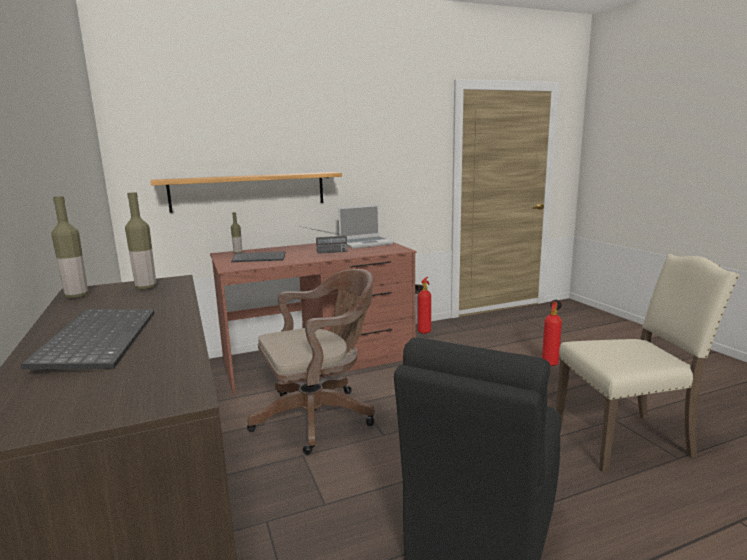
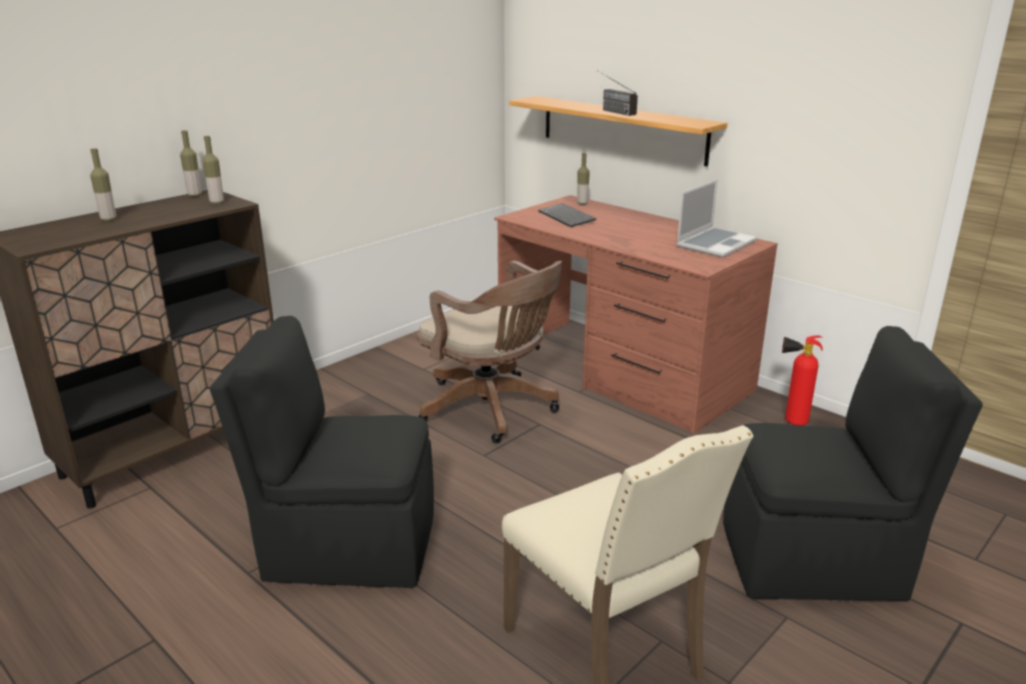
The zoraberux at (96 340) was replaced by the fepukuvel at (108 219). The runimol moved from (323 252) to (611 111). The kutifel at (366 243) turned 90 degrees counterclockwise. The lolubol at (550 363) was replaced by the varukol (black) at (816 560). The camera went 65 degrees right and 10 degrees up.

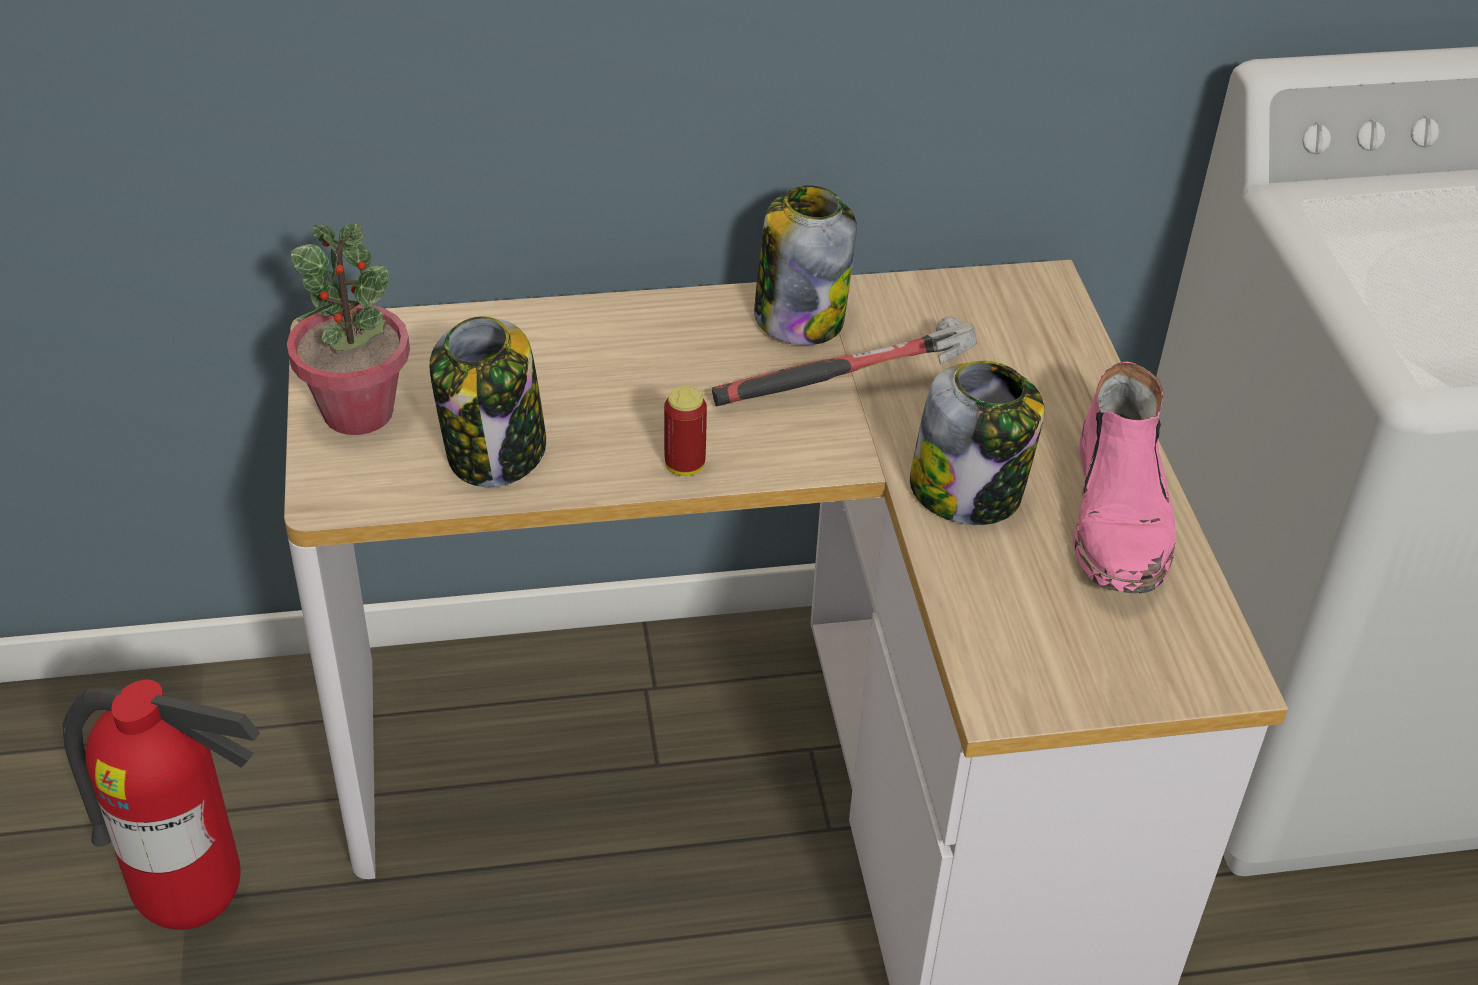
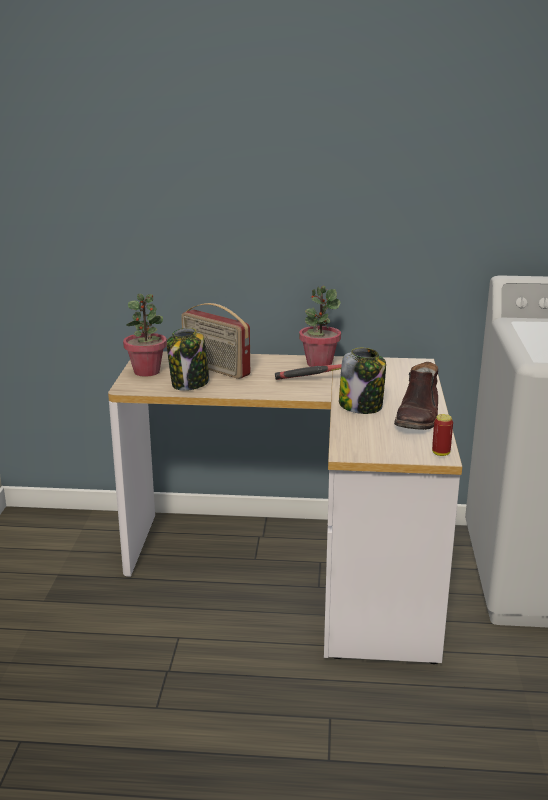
The lolubol at (196 902) disappeared. The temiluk moved from (684 465) to (441 453). The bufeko at (799 317) was replaced by the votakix at (319 363). The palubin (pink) at (1120 517) became the palubin (brown) at (418 417). The runimol at (215 369) appeared. The camera went 15 degrees right and 20 degrees down.

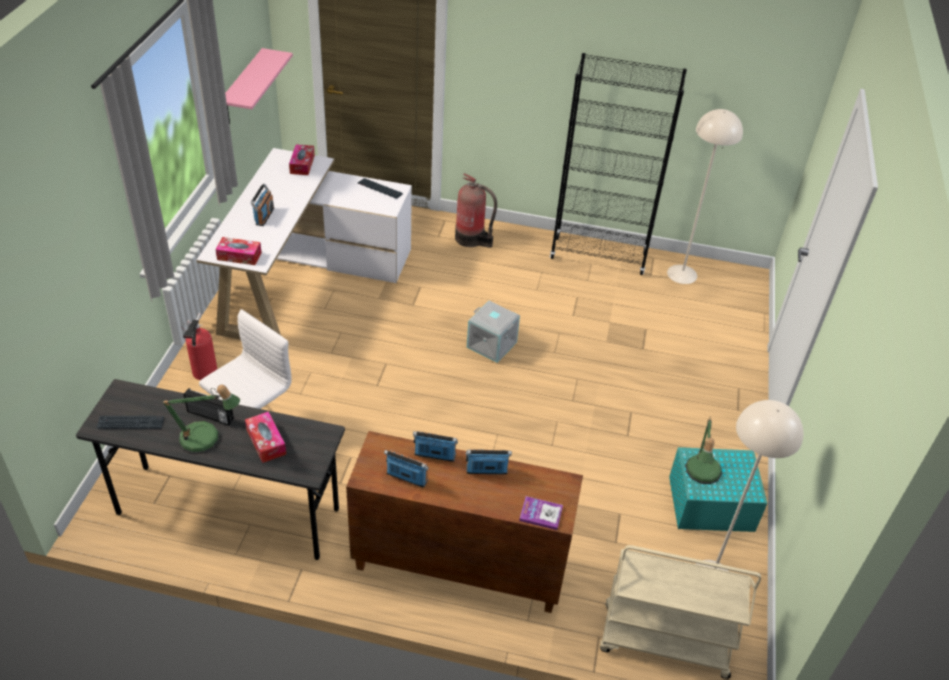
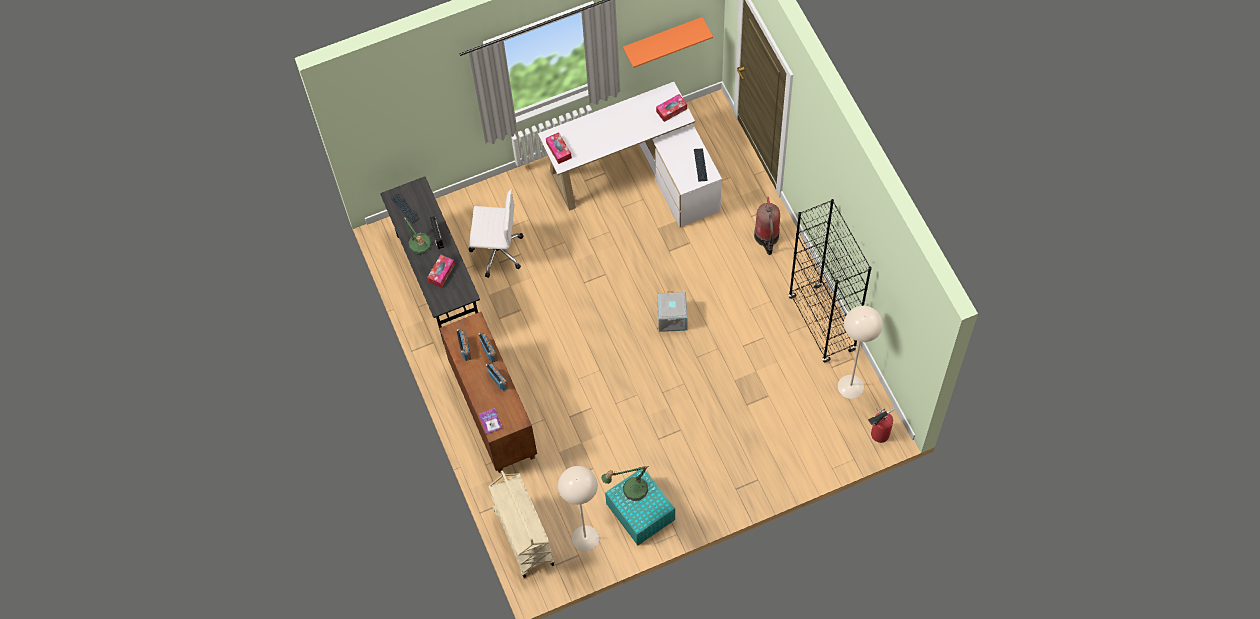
The lolubol moved from (204 373) to (878 435). The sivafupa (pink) at (242 88) became the sivafupa (orange) at (662 39). The runimol at (264 216) disappeared. The camera went 60 degrees right and 20 degrees up.

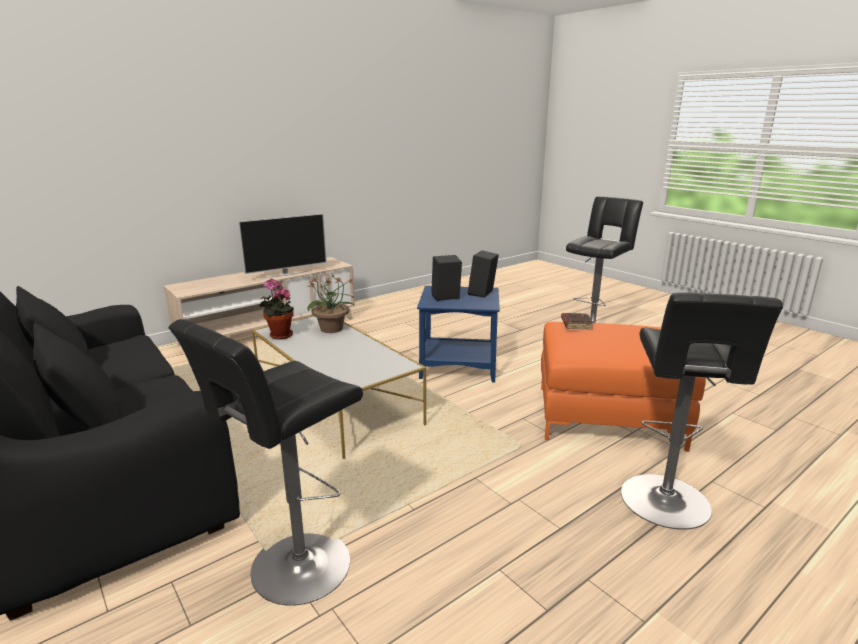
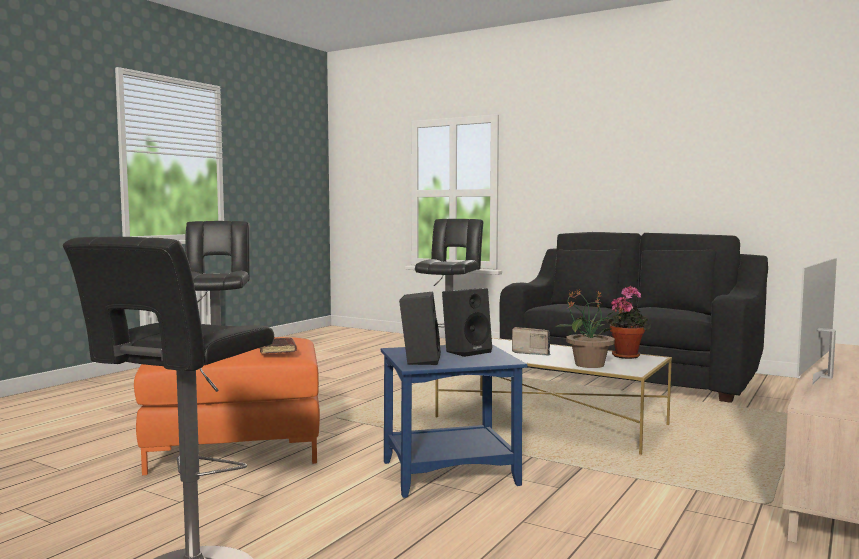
The runimol at (531 353) appeared. The camera went 160 degrees right and 15 degrees down.

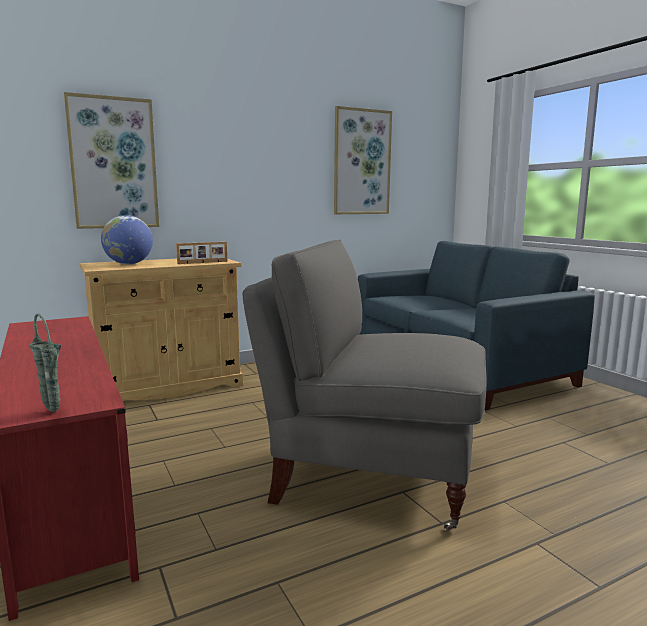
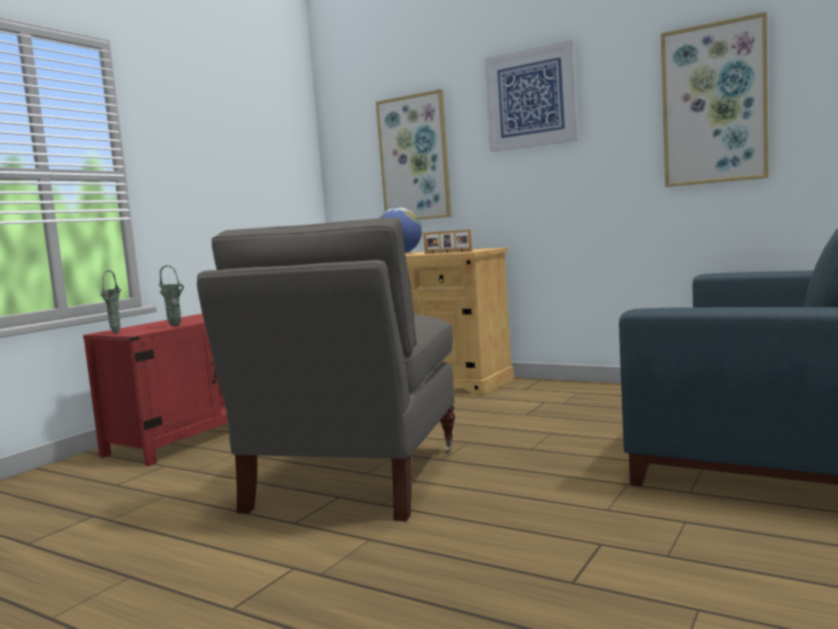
The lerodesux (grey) at (370 476) turned 150 degrees counterclockwise. The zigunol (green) at (176 326) appeared. The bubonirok at (531 98) appeared. The camera went 60 degrees right and 5 degrees down.

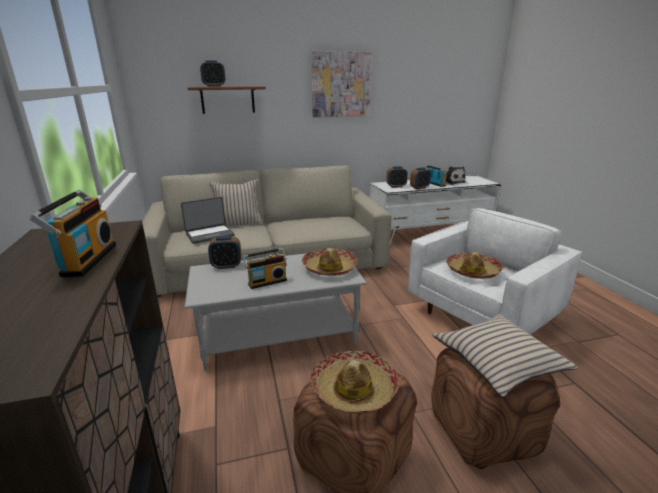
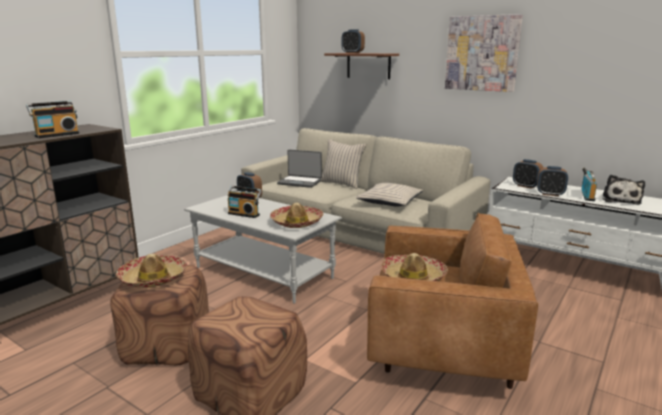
The lerodesux (white) at (482 316) became the lerodesux (brown) at (442 349). The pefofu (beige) moved from (498 361) to (389 201). The camera went 50 degrees right and 5 degrees down.

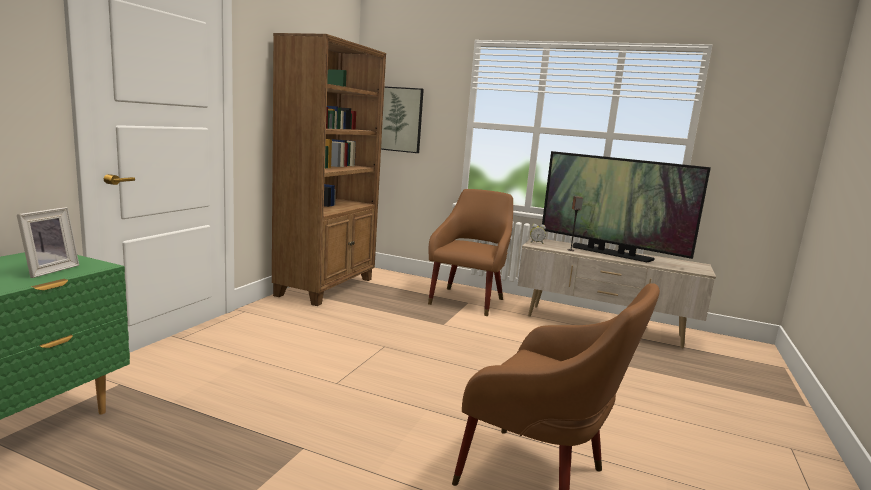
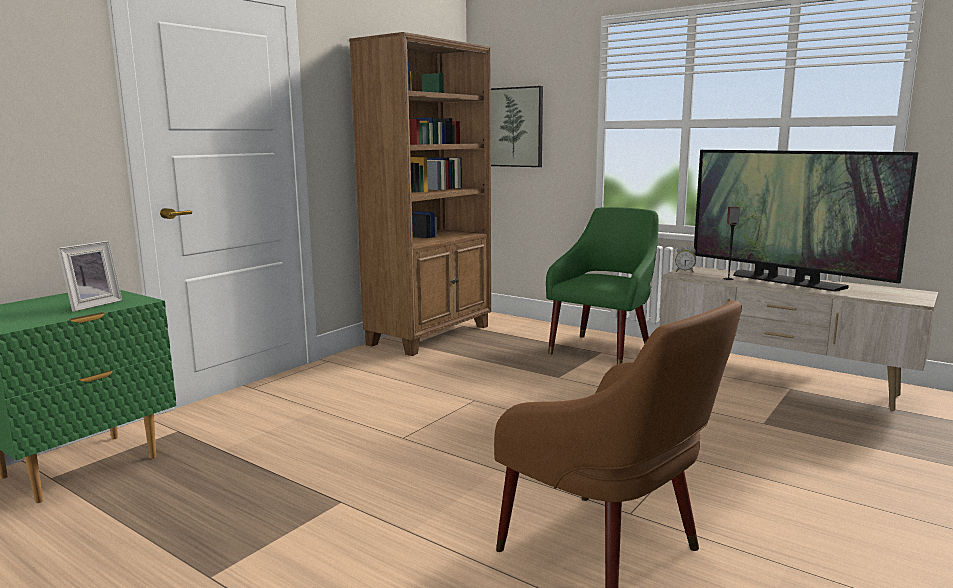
The lerodesux (brown) at (468 299) became the lerodesux (green) at (603 349). The camera went 15 degrees right and 0 degrees up.

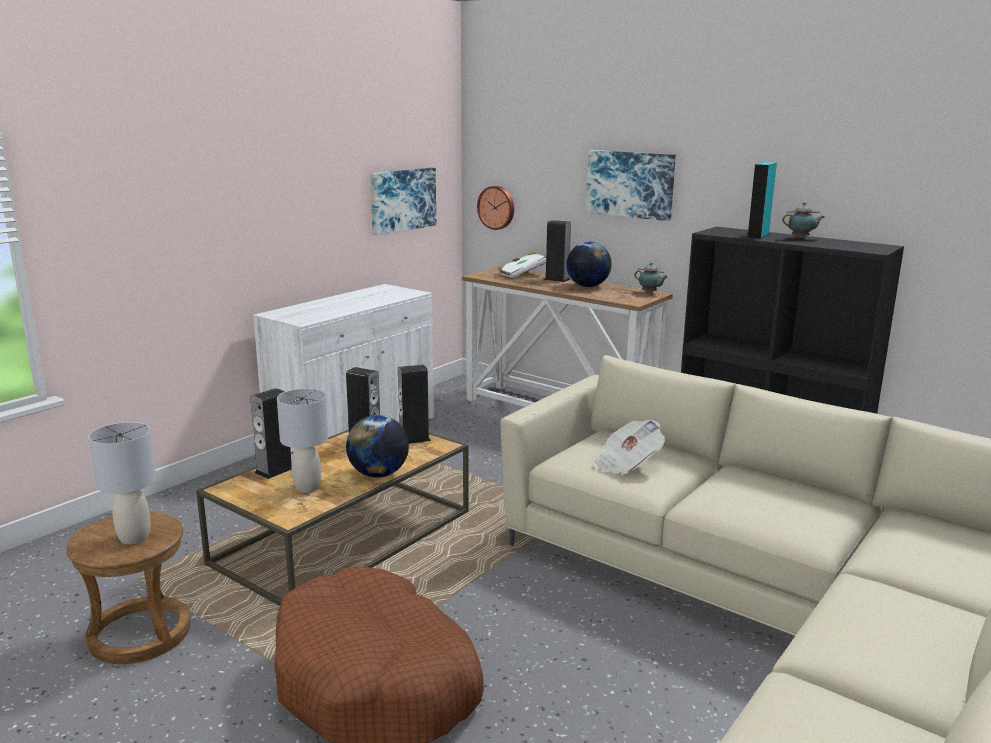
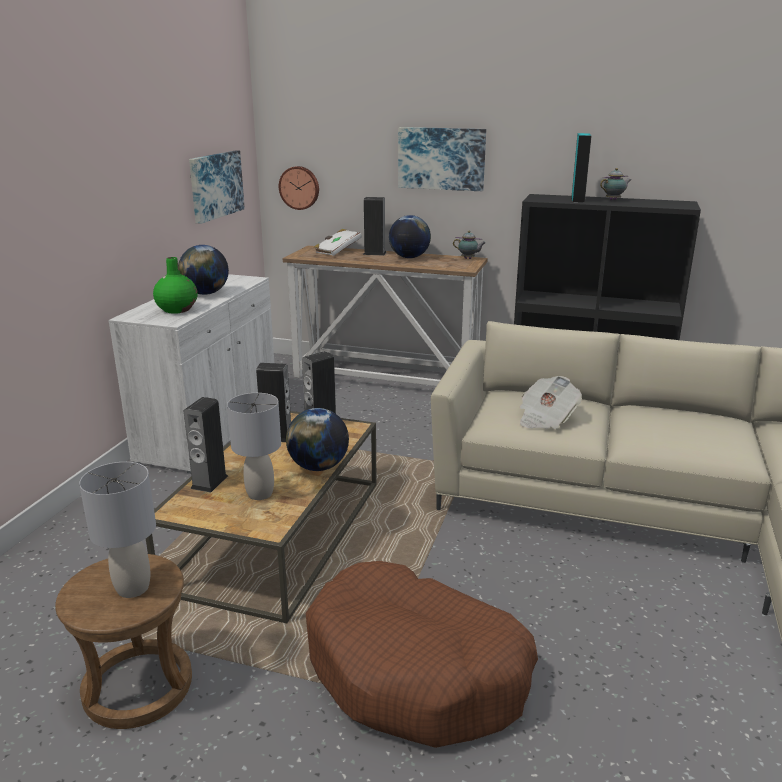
The zigunol (green) at (177 309) appeared. The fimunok at (205 293) appeared. The camera went 20 degrees left and 5 degrees up.

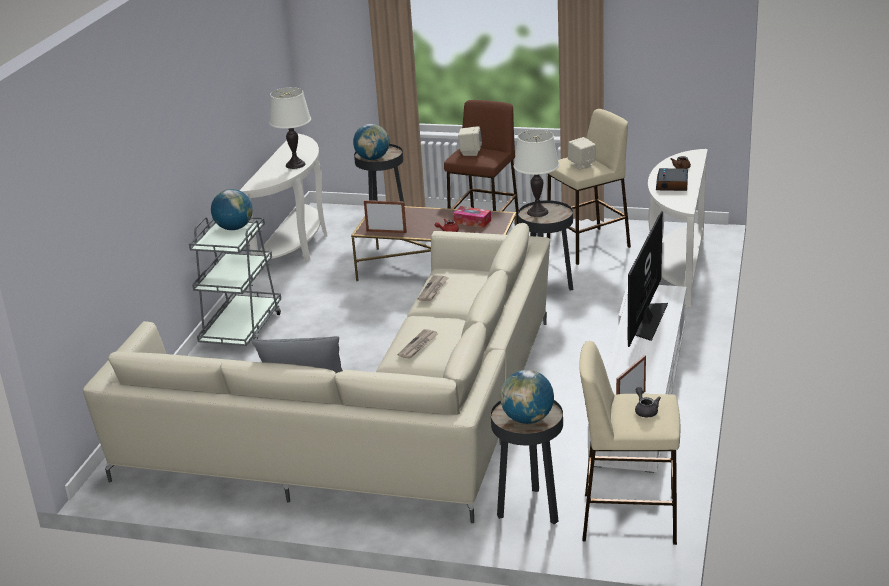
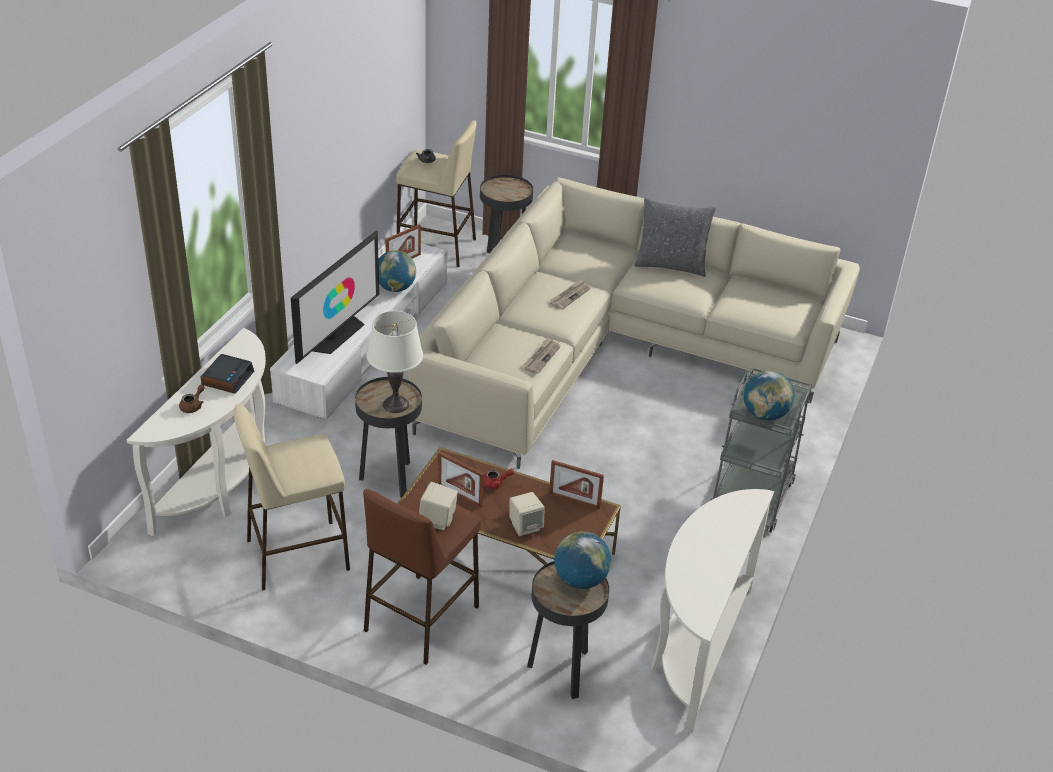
The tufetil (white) at (295 165) disappeared. The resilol at (472 222) was replaced by the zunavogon at (460 495). The fimunok moved from (527 419) to (395 288). The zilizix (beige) moved from (582 165) to (525 526). The camera went 175 degrees left and 10 degrees up.

